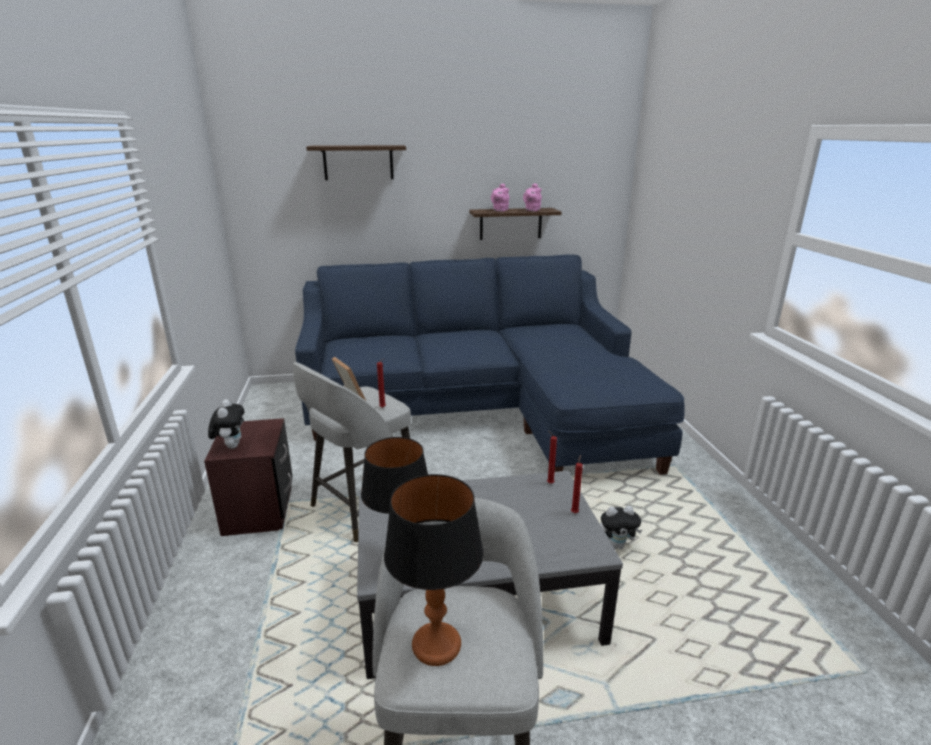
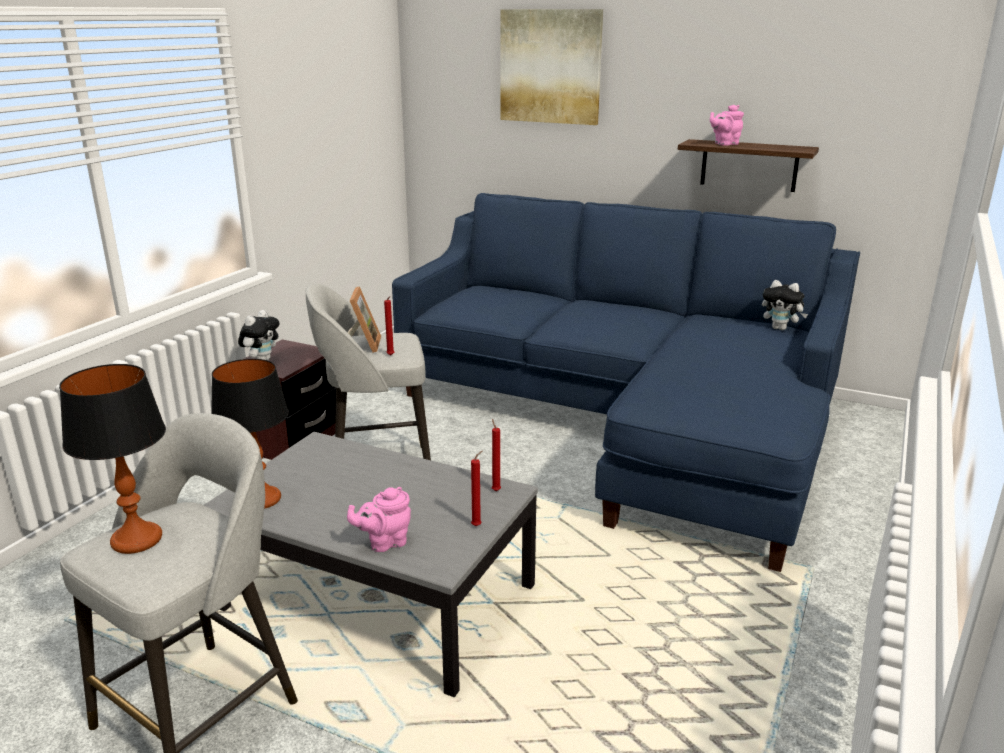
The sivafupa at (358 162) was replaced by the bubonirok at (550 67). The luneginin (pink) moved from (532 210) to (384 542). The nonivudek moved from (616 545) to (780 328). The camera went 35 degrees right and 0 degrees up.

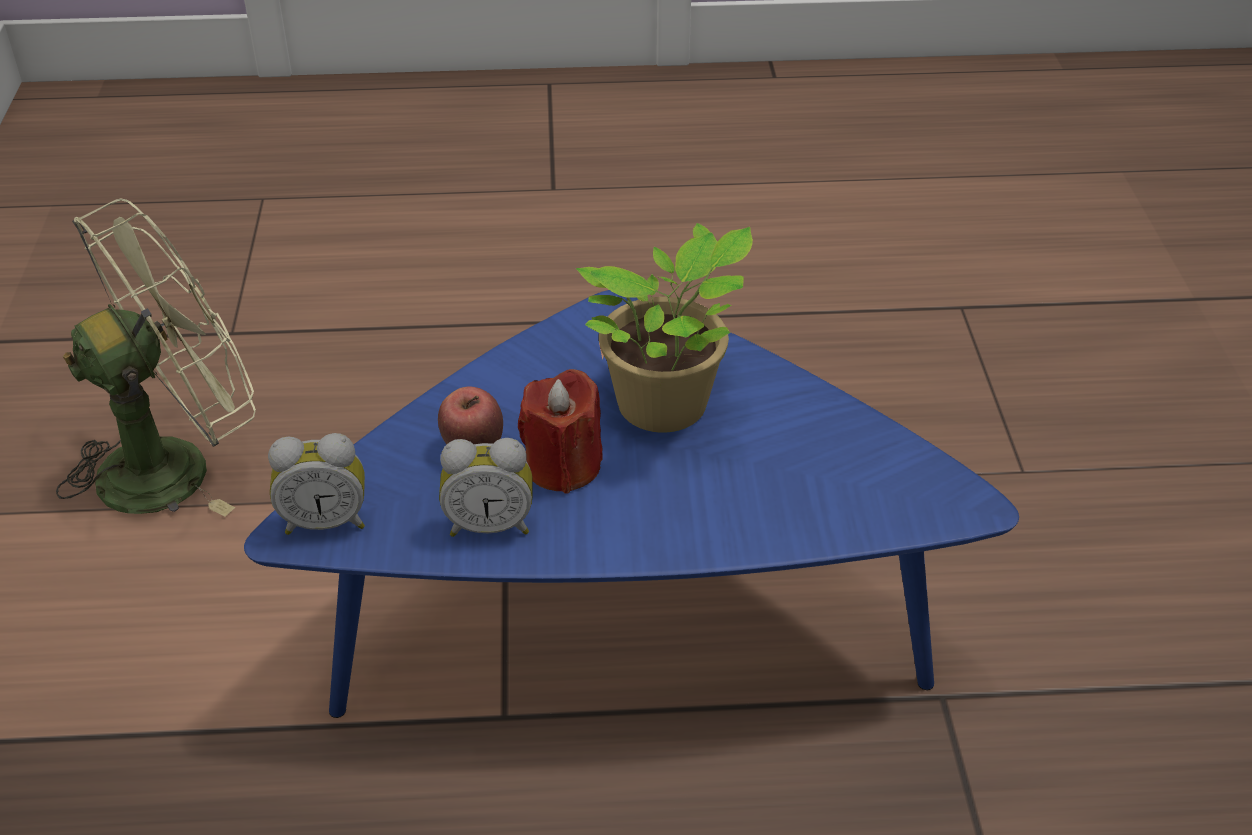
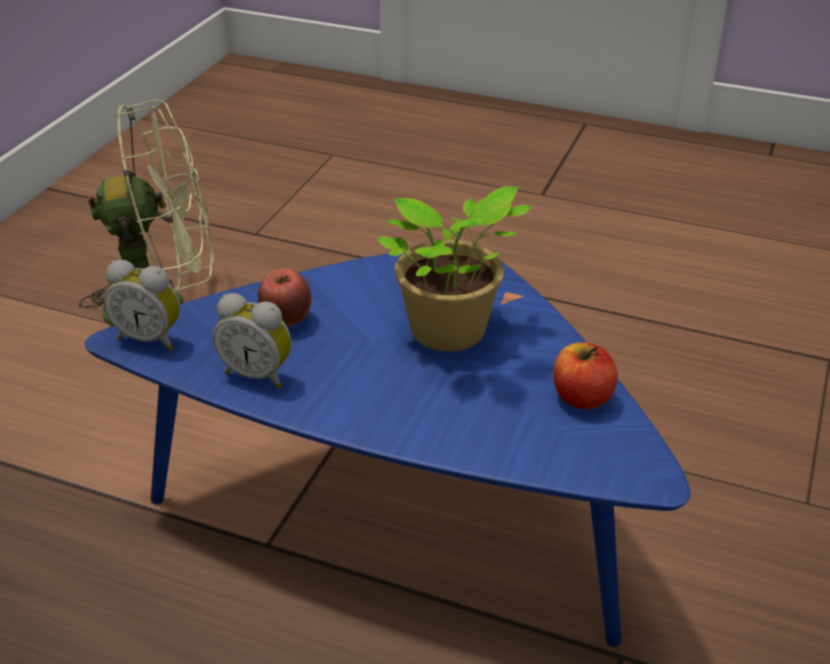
The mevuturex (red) at (563 466) disappeared. The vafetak at (581 397) appeared. The camera went 25 degrees right and 5 degrees down.

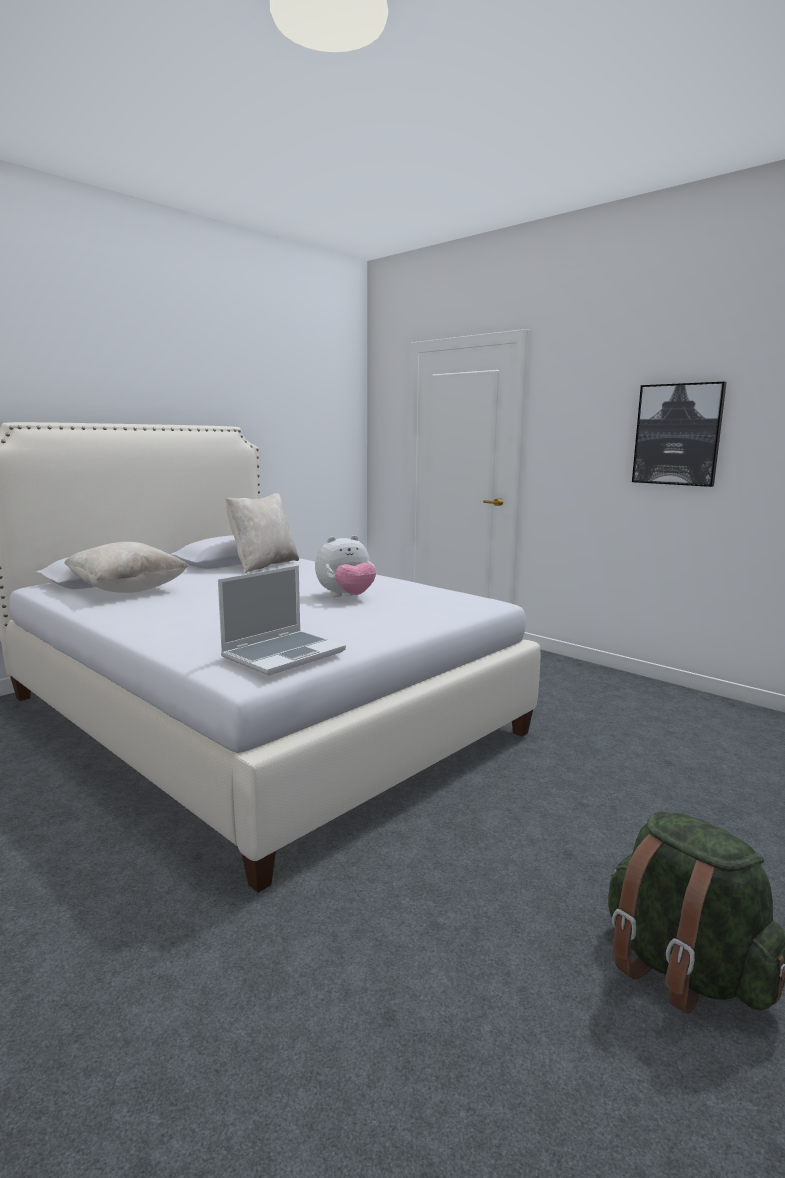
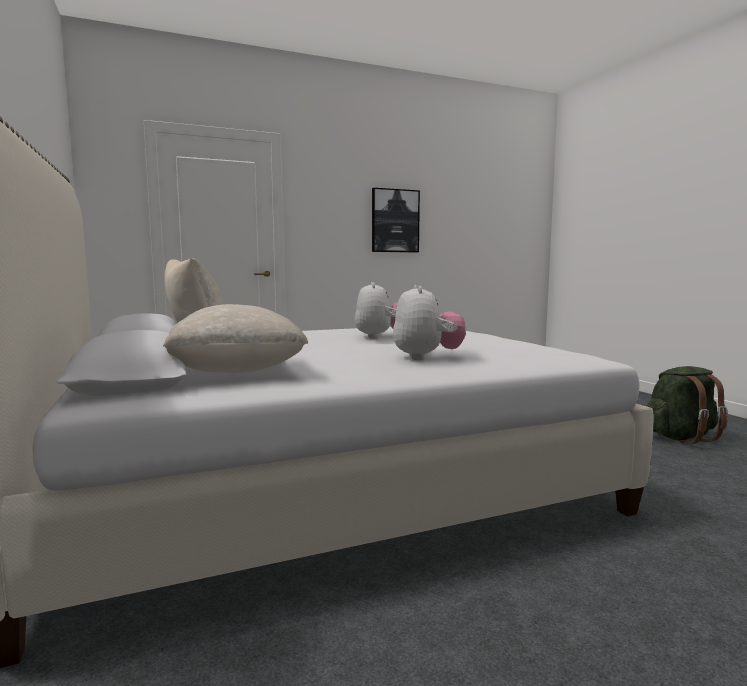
The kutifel at (284 654) disappeared. The nonivudek at (426 357) appeared. The camera went 65 degrees left and 5 degrees down.

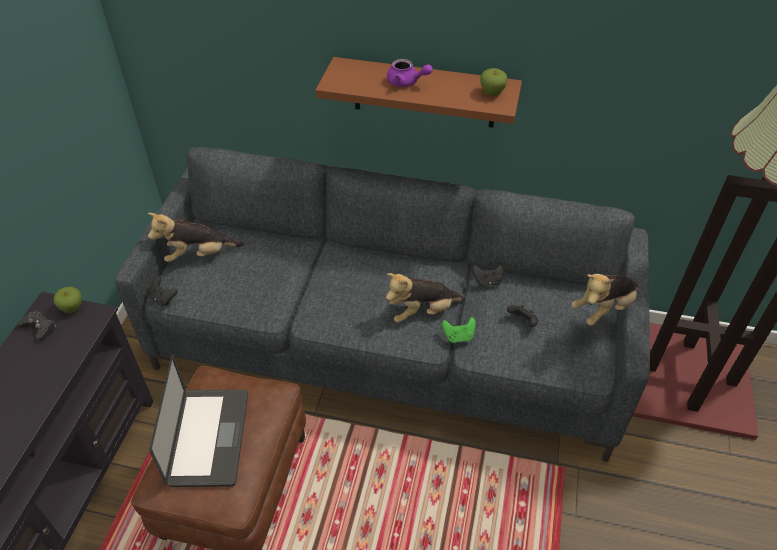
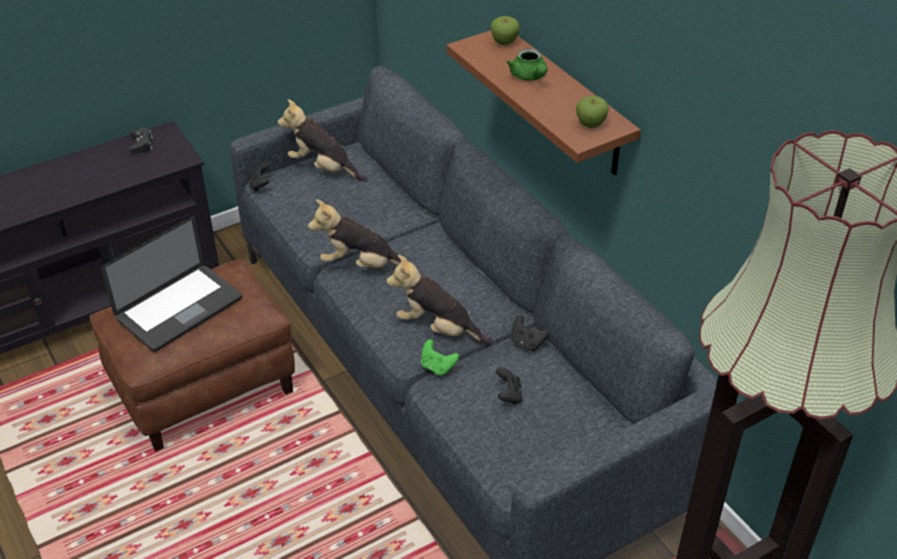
The vafetak moved from (72 308) to (504 43). The luneginin (purple) at (406 82) became the luneginin (green) at (529 77). The nonivudek moved from (603 309) to (361 265). The camera went 45 degrees right and 5 degrees down.

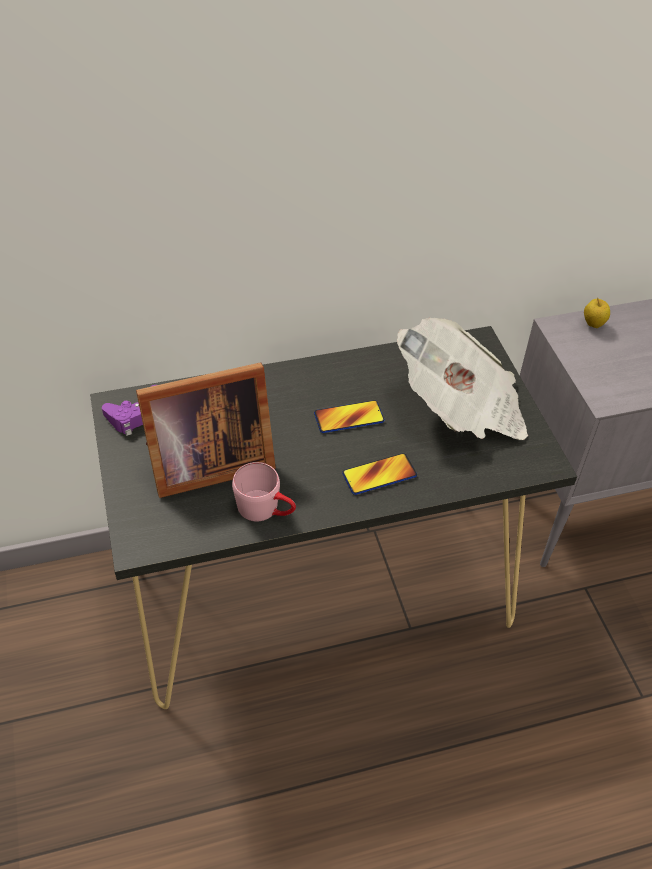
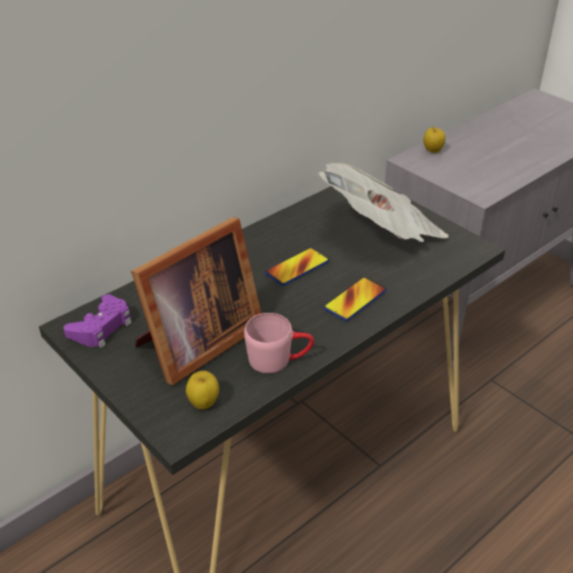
The vafetak at (204 404) appeared. The camera went 25 degrees left and 10 degrees down.

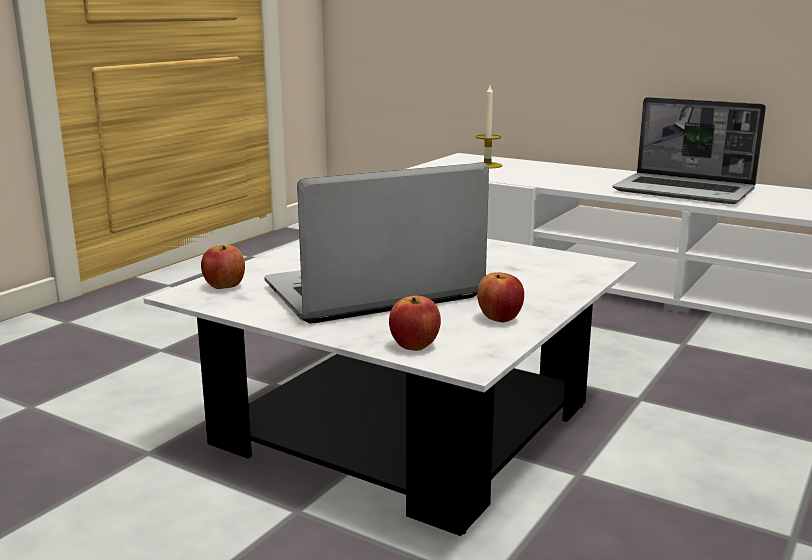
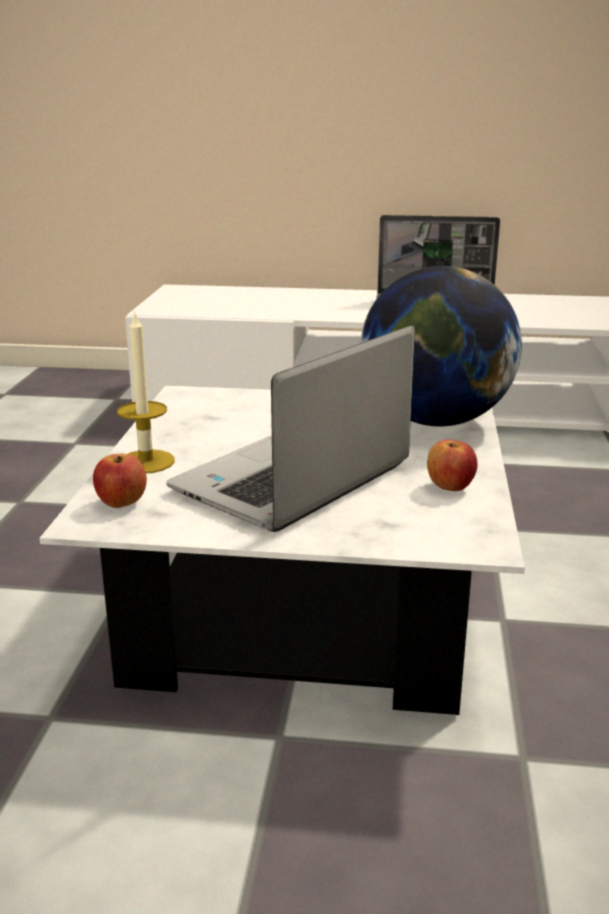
The vafetak at (415 346) disappeared. The mevuturex moved from (487 165) to (146 462). The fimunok at (434 421) appeared. The camera went 25 degrees left and 5 degrees up.

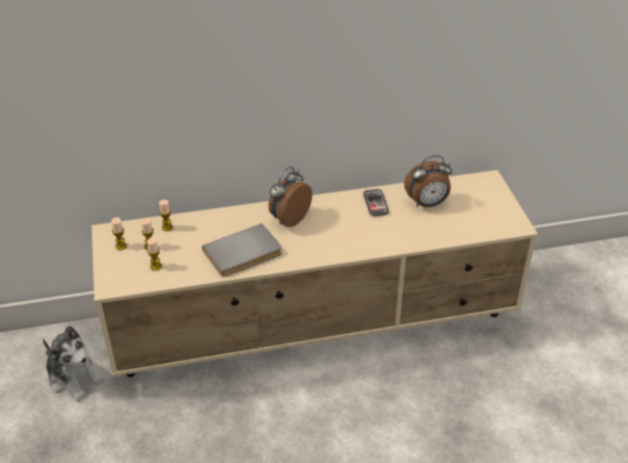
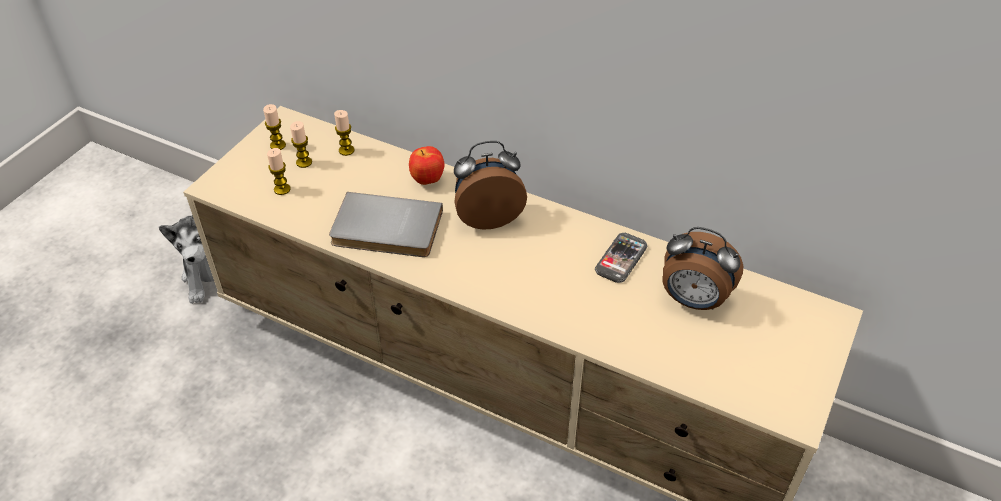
The vafetak at (427 180) appeared. The camera went 40 degrees right and 5 degrees up.

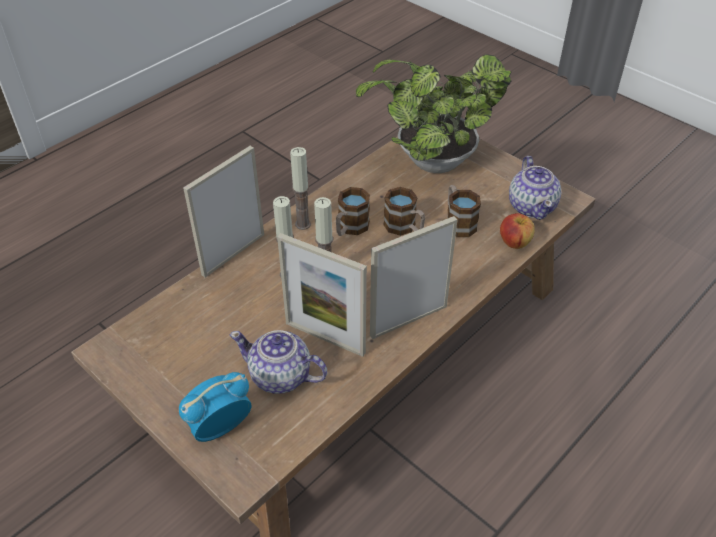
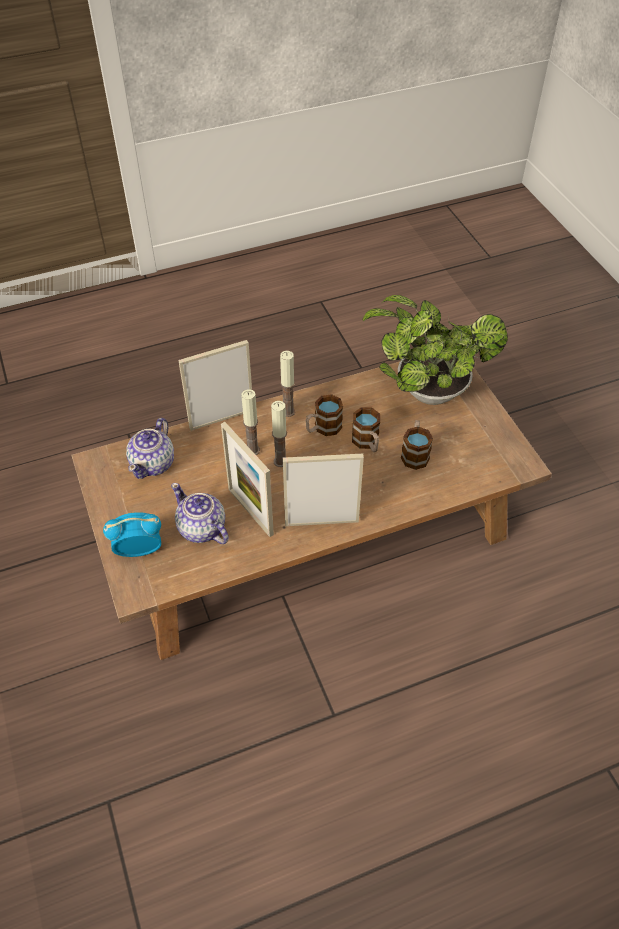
The vafetak at (514 242) disappeared. The luneginin moved from (532 206) to (153 463). The camera went 25 degrees right and 5 degrees up.

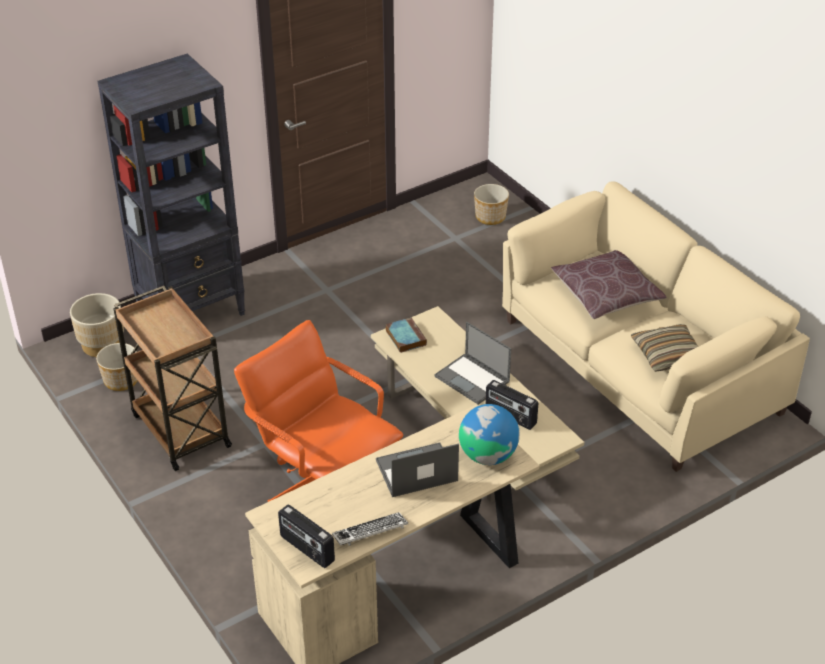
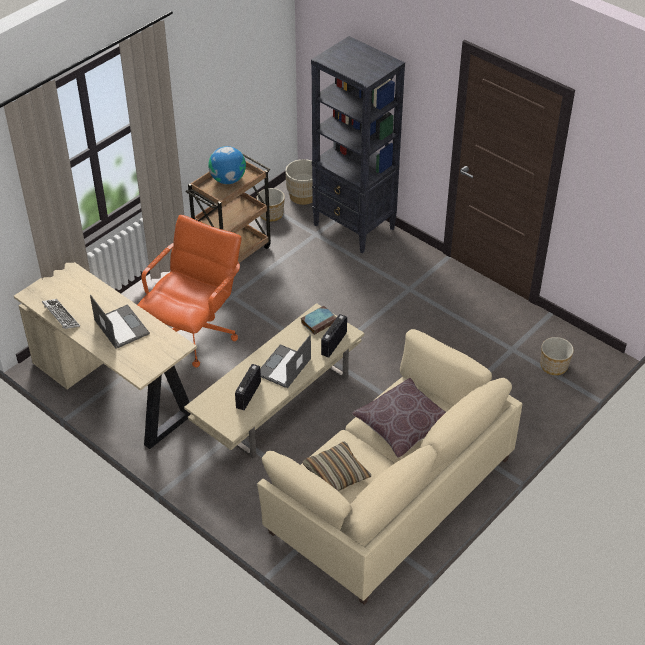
The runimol moved from (306 549) to (333 343). The fimunok moved from (488 455) to (228 179). The camera went 75 degrees right and 5 degrees up.

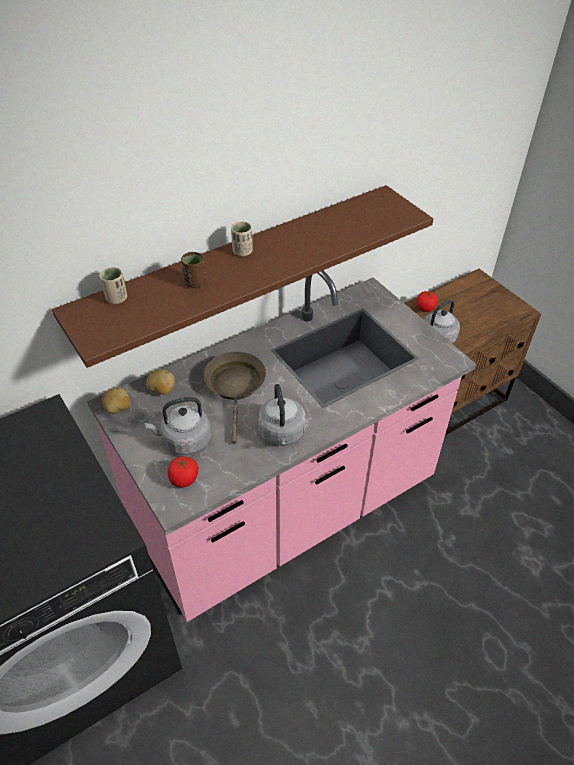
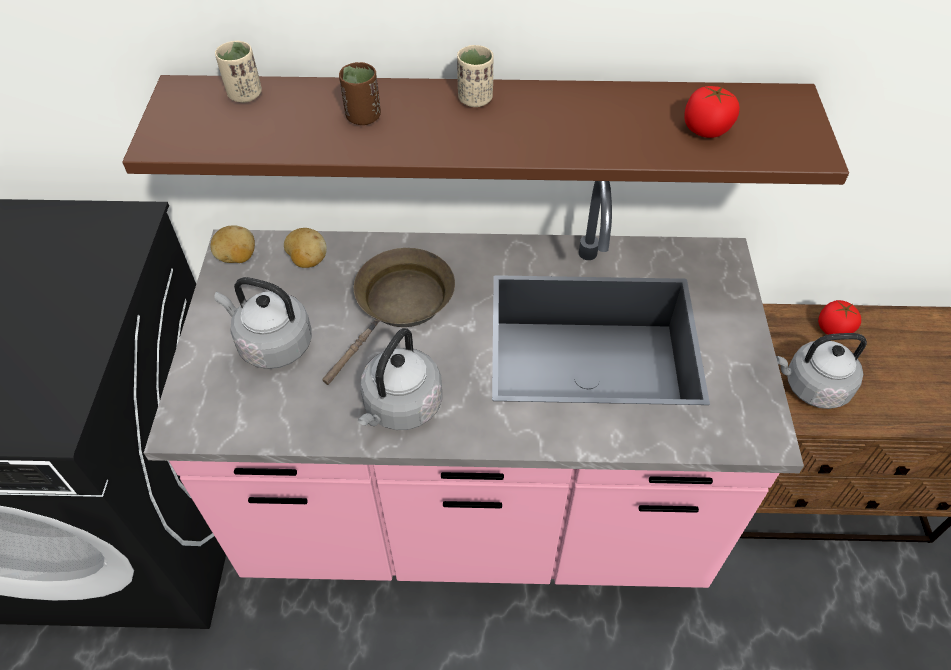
The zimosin moved from (184 479) to (706 129). The camera went 35 degrees right and 5 degrees up.

